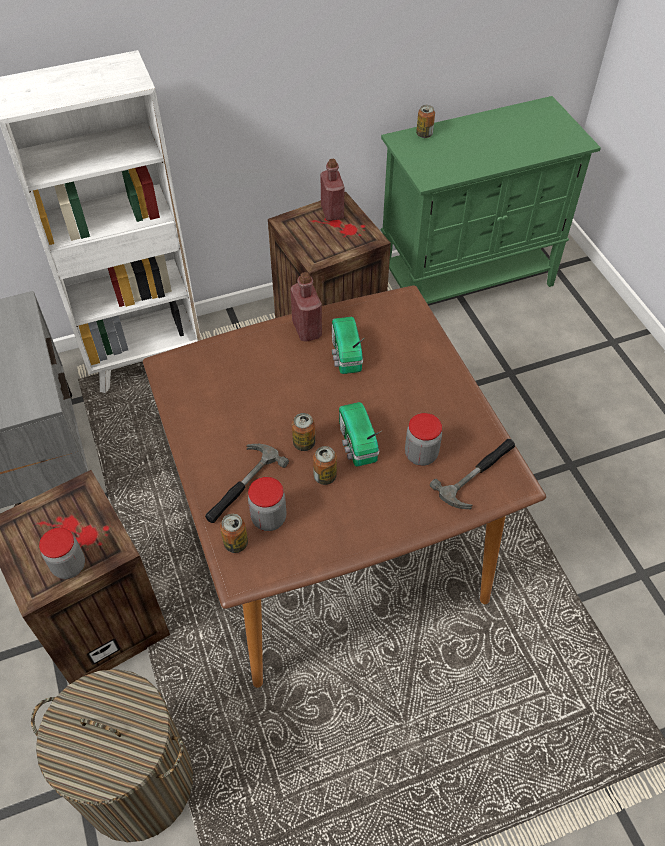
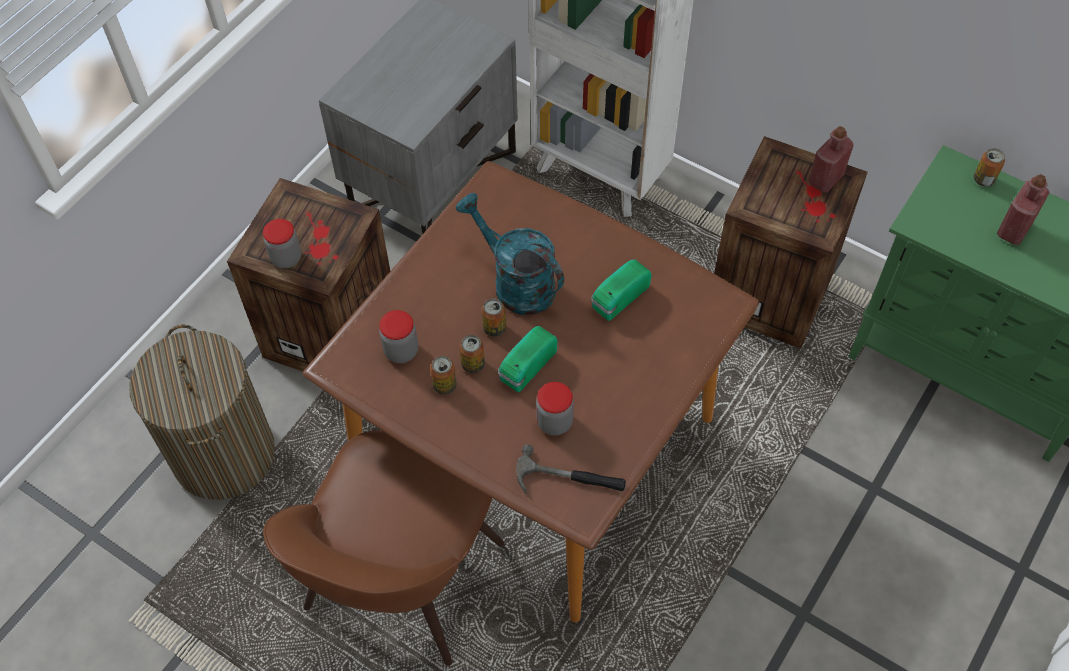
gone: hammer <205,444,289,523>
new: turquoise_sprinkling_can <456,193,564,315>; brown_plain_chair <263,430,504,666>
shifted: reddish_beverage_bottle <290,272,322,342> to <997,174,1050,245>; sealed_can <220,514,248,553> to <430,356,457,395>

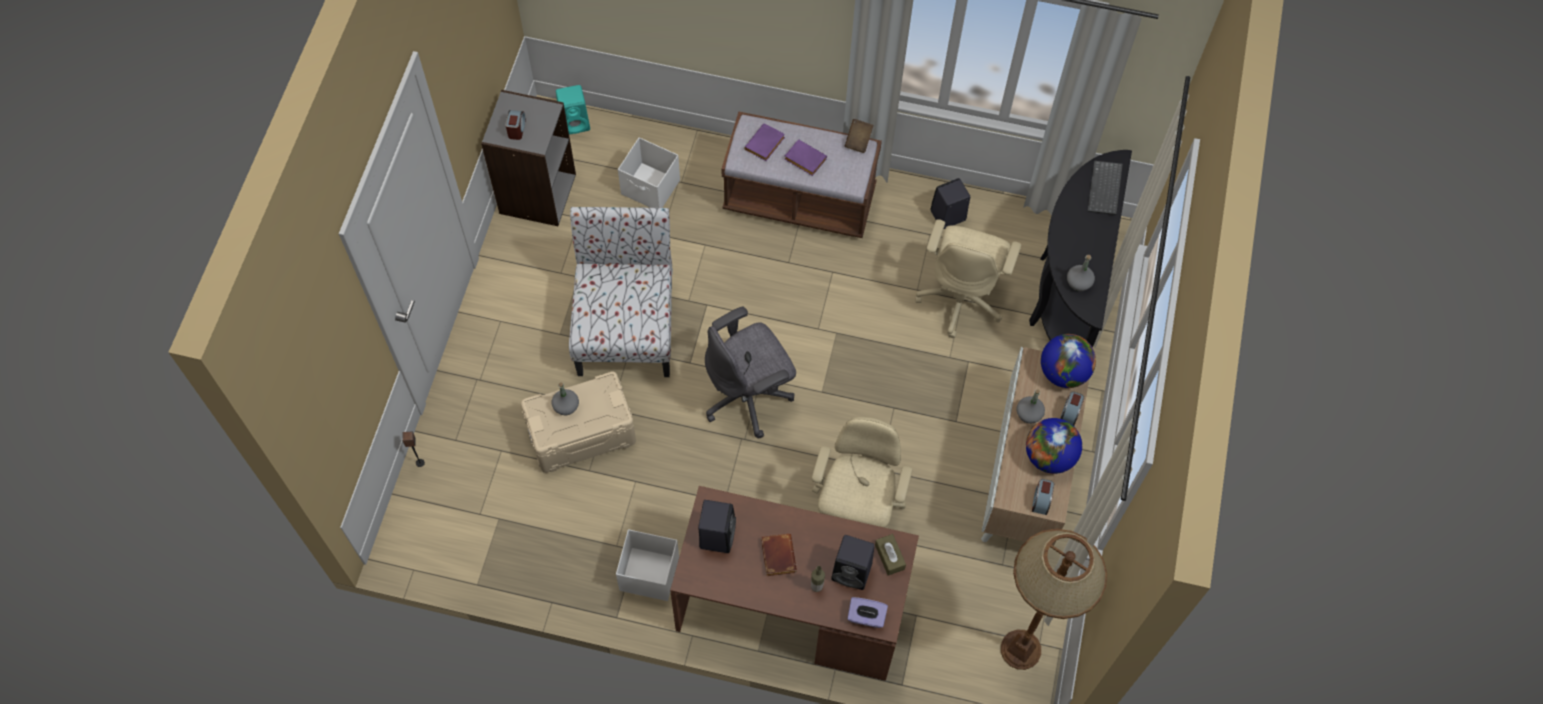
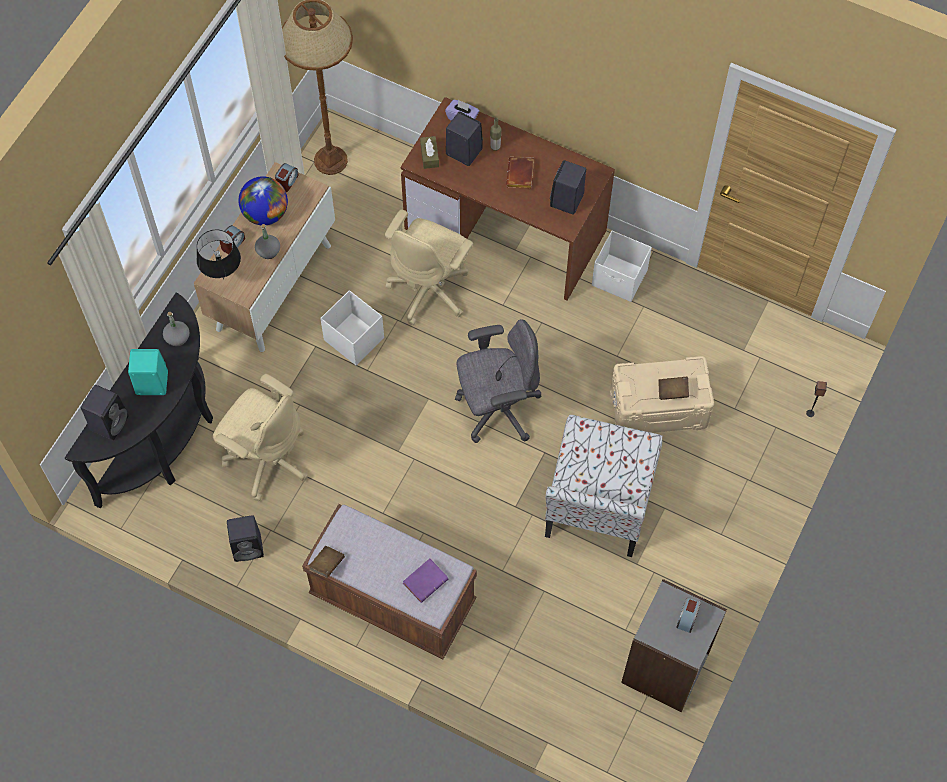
gone: purple_bound_book <784,140,827,176>
shifted: turquoise_audio_speaker <556,85,590,135> to <128,349,168,395>; white_storage_box <618,137,680,208> to <320,290,384,365>
swapped: keyboard <1087,161,1123,215> to black_audio_speaker <81,385,129,440>; globe <1041,334,1096,388> to black_lamp_for_a_table <196,230,241,279>; grey_beverage_bottle <552,382,579,415> to brown_bound_book <658,377,689,400>
rotated: beige_office_chair <915,219,1021,338> = <213,374,308,501> 90 degrees clockwise

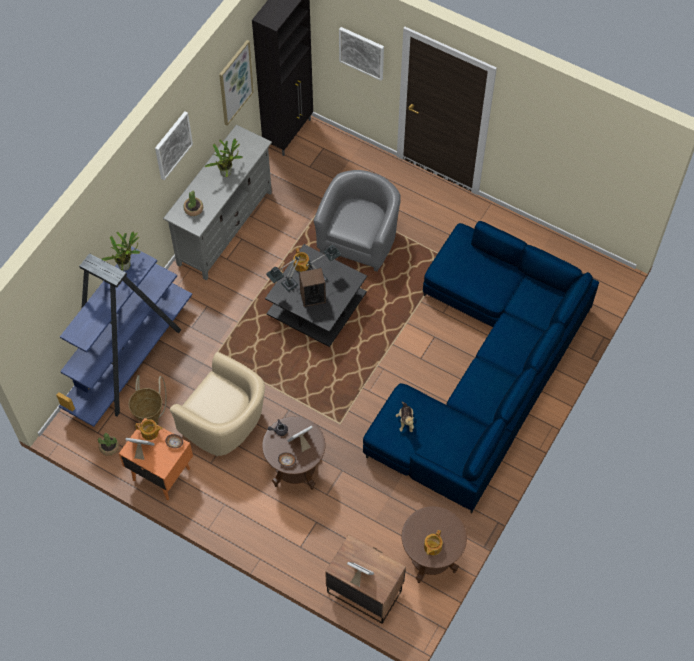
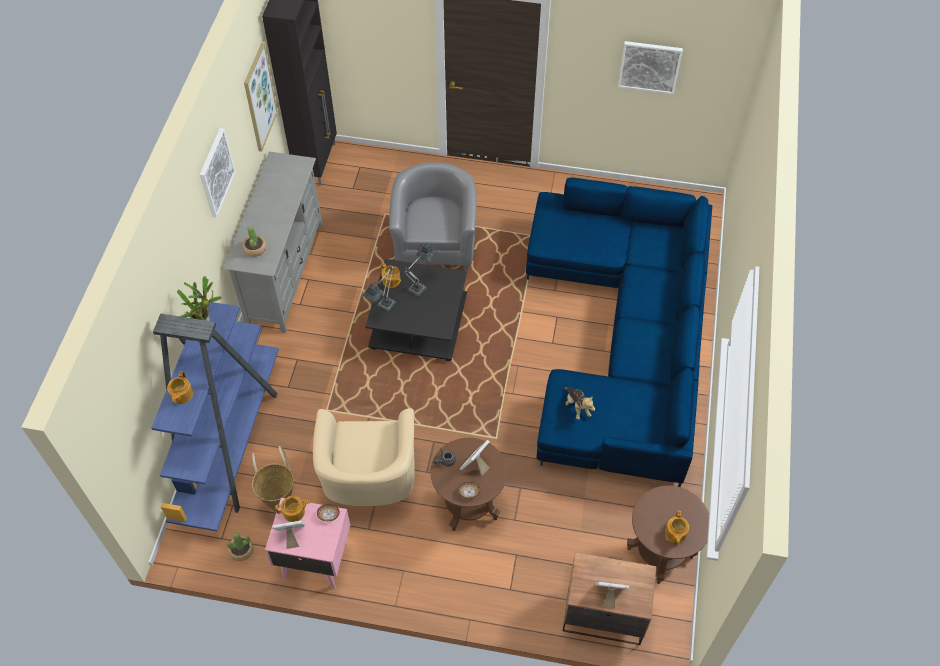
gone: plant_in_a_pot <204,138,243,177>; audio_speaker <299,268,326,307>
new: tea_pot <167,371,193,404>
shifted: picture <339,27,384,81> to <618,41,683,94>
repainted: orangey_nightstand <119,418,193,500> to pinkish_nightstand <265,498,350,589>
rotated: beige_lounge_chair <170,352,265,457> = <313,408,415,506> 75 degrees clockwise

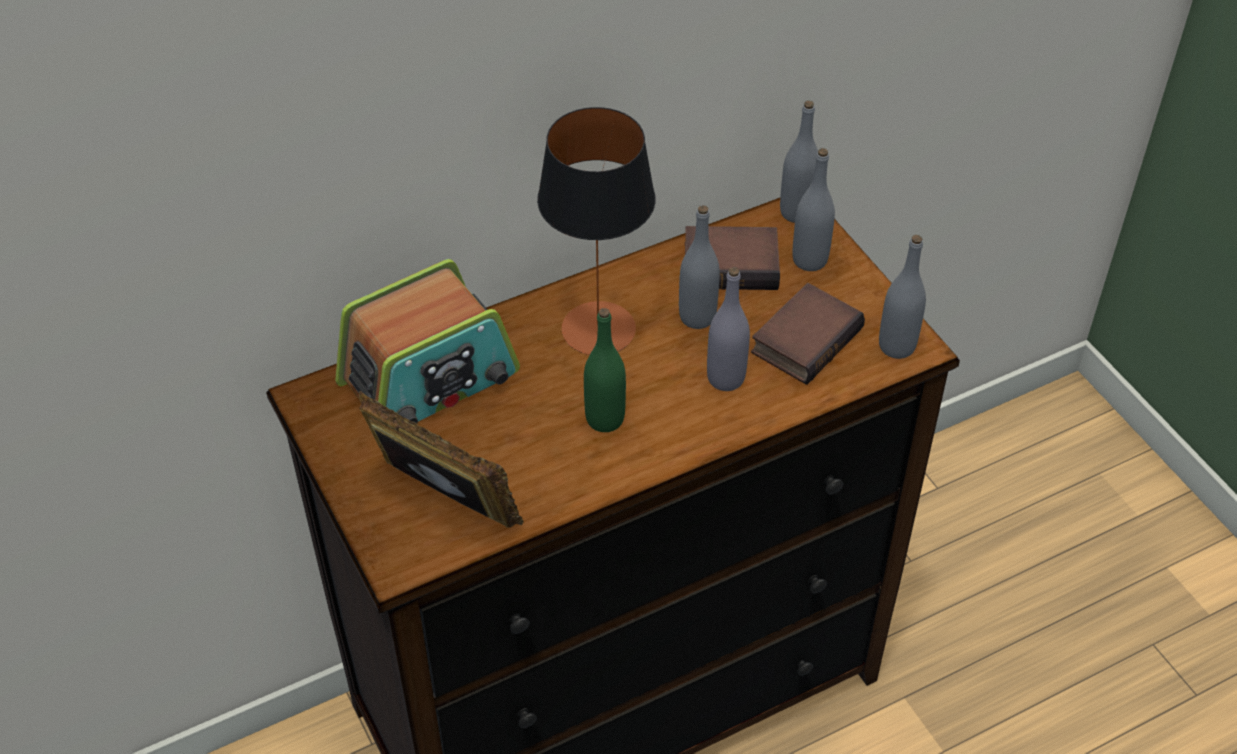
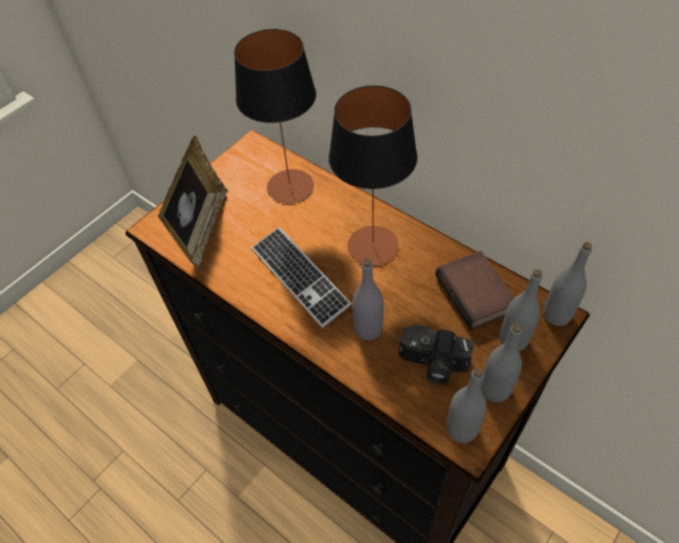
shifted: grey_beverage_bottle <679,205,720,329> to <481,323,523,402>
swapped: radio_receiver <335,259,520,423> to lamp_for_a_table <234,29,316,204>; bound_book <751,283,865,385> to photo_camera <399,325,474,384>; green-coloured_beverage_bottle <584,308,626,432> to keyboard <252,227,352,328>

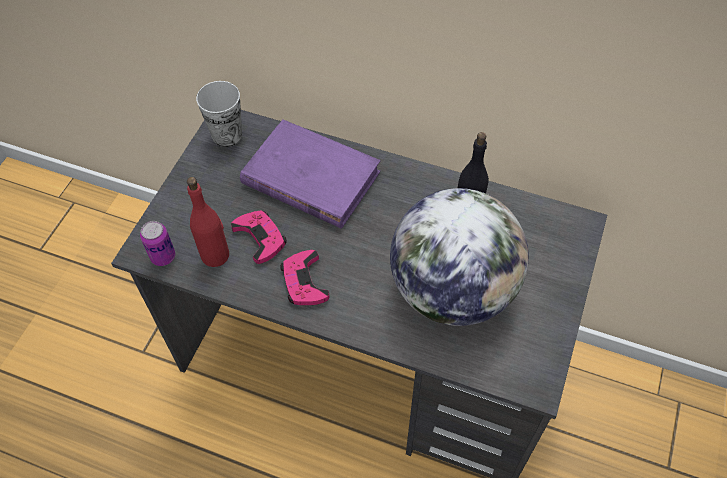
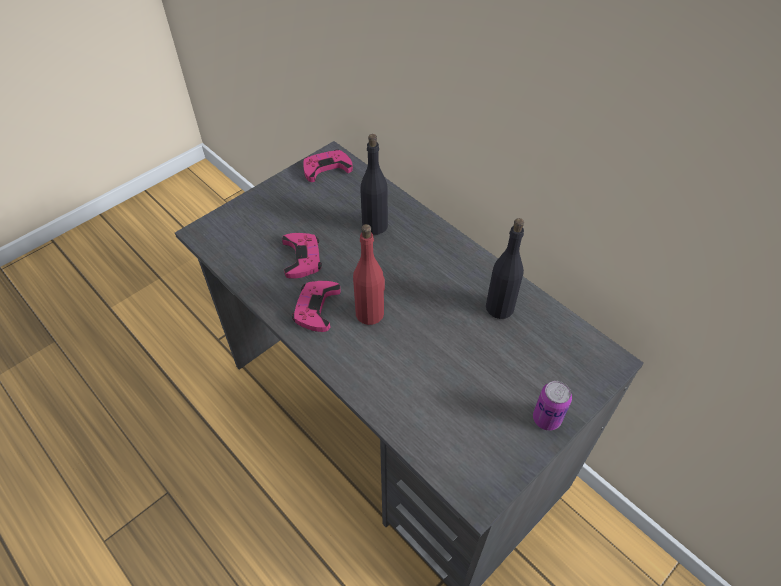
gone: globe <390,188,529,326>
shifted: reddish_beverage_bottle <187,177,229,267> to <353,224,385,325>; sealed_can <140,221,176,266> to <533,381,572,431>
swapped: drinking_cup <196,81,242,147> to pinkish_joypad <303,149,353,182>; purple_bound_book <240,119,381,229> to black_beverage_bottle <361,134,388,235>

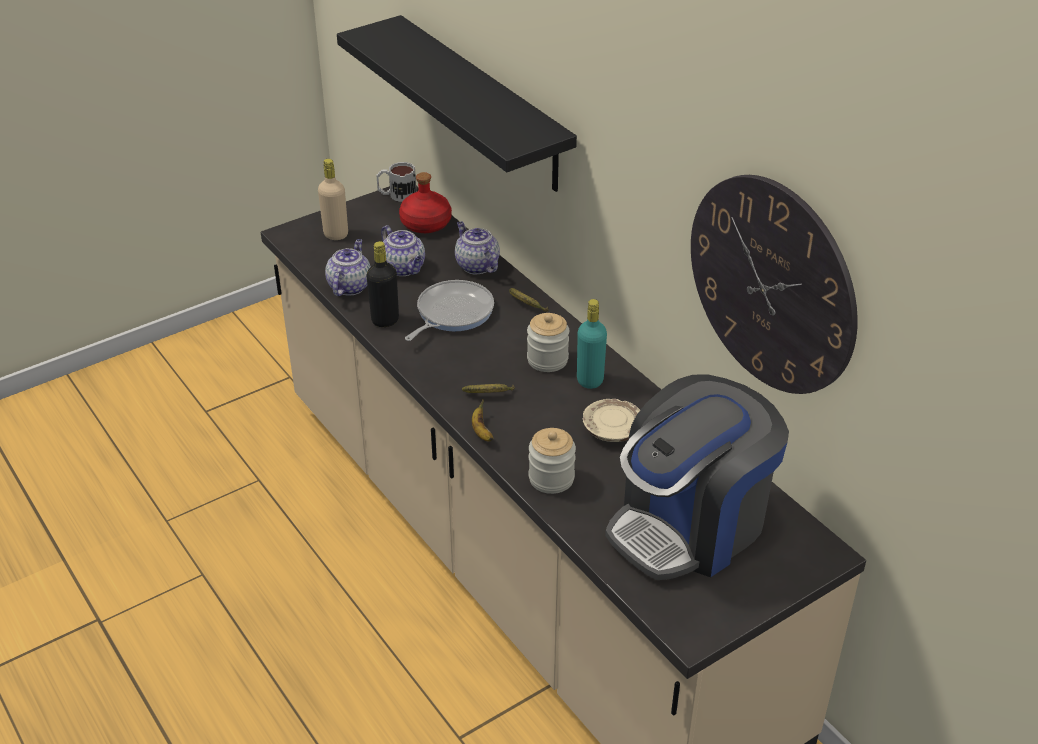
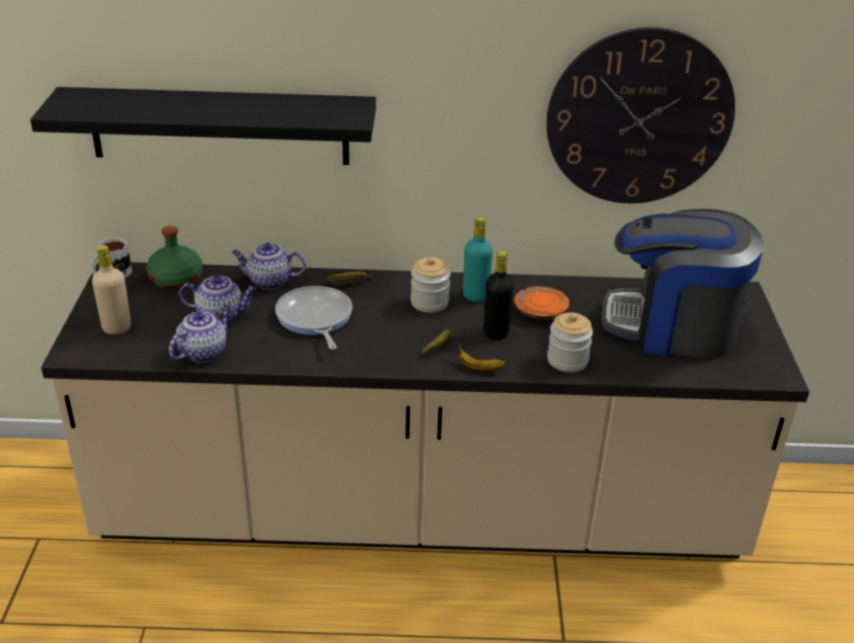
shifted: black_beverage_bottle <367,241,399,327> to <483,251,514,340>
repainted: reddish_beverage_bottle <399,172,452,233> to green-coloured_beverage_bottle <146,226,203,289>; beige_dinner_plate <583,399,640,442> to orangey_dinner_plate <514,286,569,319>
rotated: tea_pot <325,239,371,296> = <169,305,230,363> 75 degrees clockwise; coffee_machine <605,374,789,580> = <601,209,764,358> 105 degrees clockwise

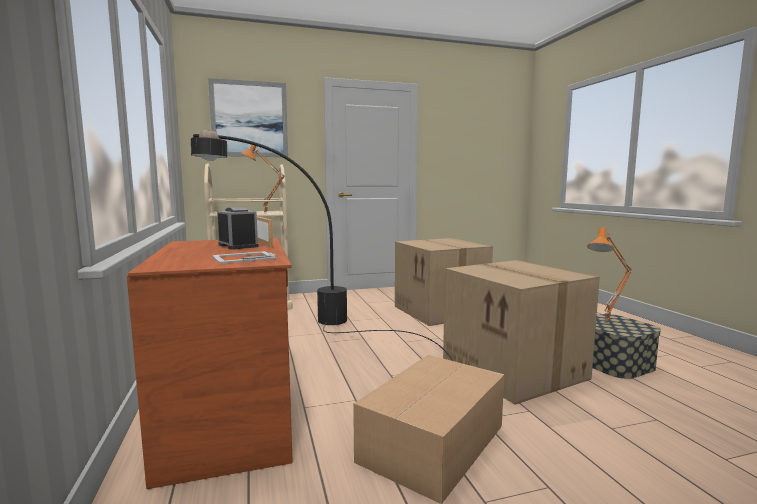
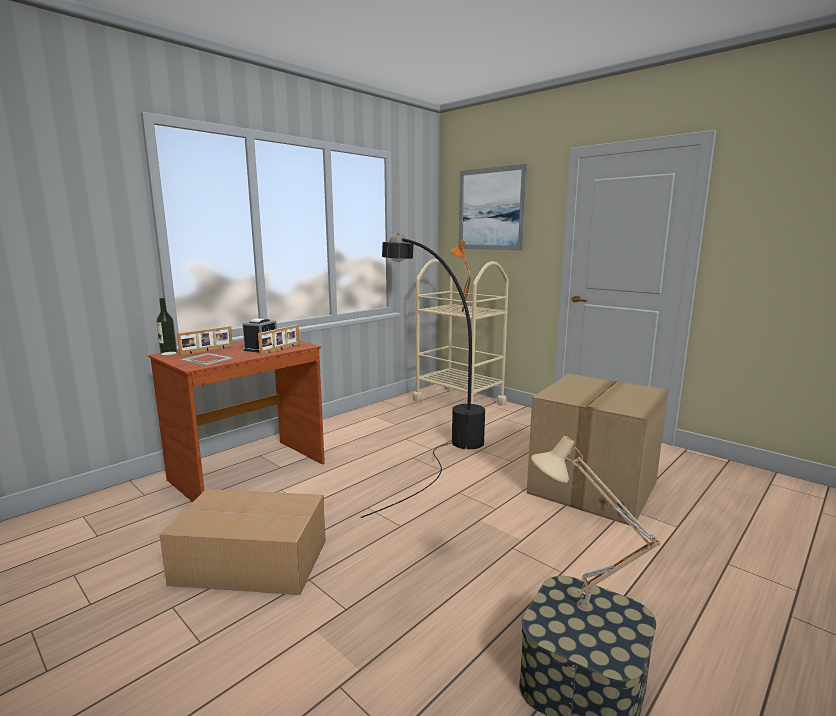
gone: packing_box <443,260,600,405>
new: beverage_bottle <156,298,177,355>; standing_frame <177,326,233,355>
repainted: orangey_lamp_for_a_table <587,227,632,323> to beige_lamp_for_a_table <531,436,660,609>

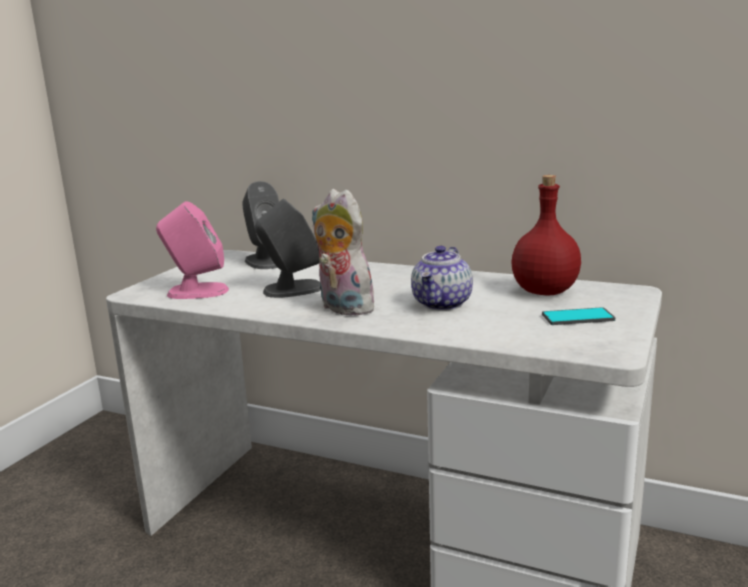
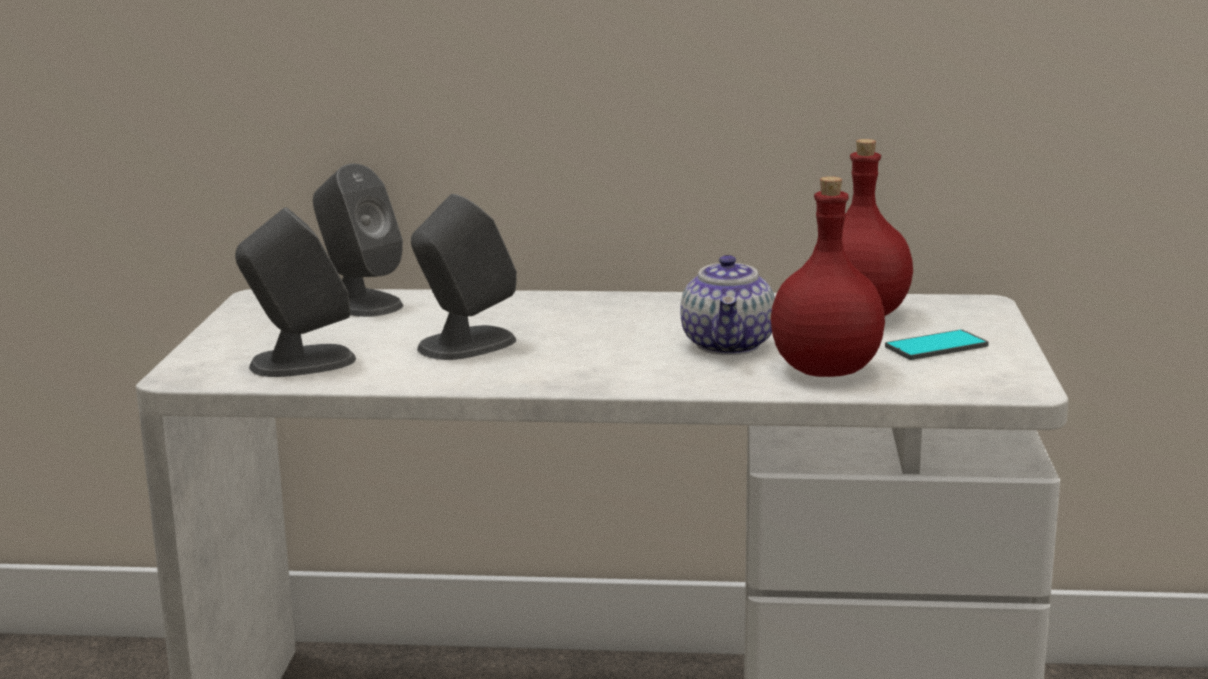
gone: cuddly_toy <312,189,374,316>
new: reddish_beverage_bottle <771,176,885,377>
repainted: pinkish_audio_speaker <156,201,229,299> to grey_audio_speaker <235,207,356,377>

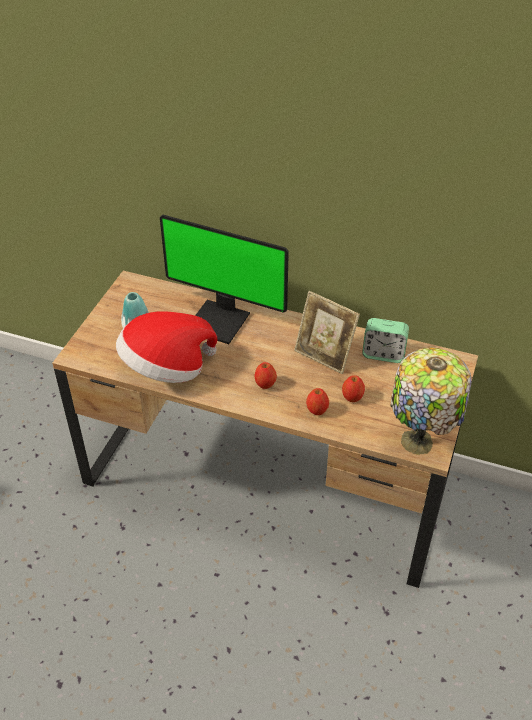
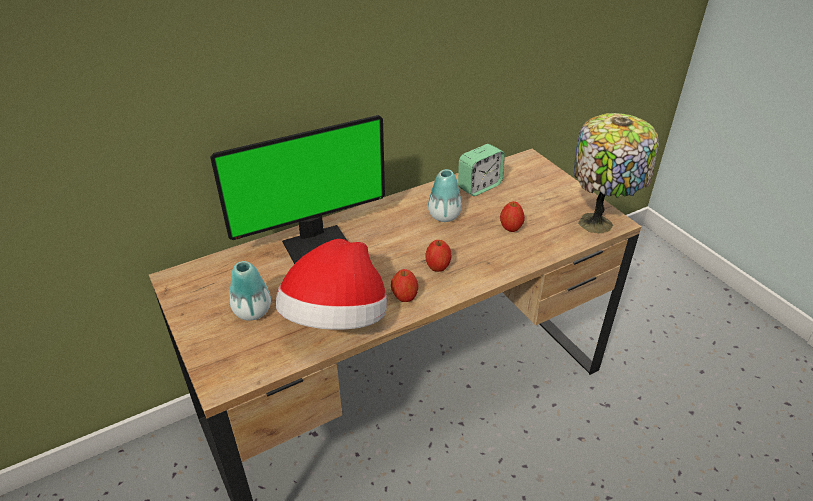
shifted: whole_apple <306,388,329,415> to <391,269,418,302>
swapped: standing_frame <294,291,360,374> to decorative_vase <428,169,462,222>

